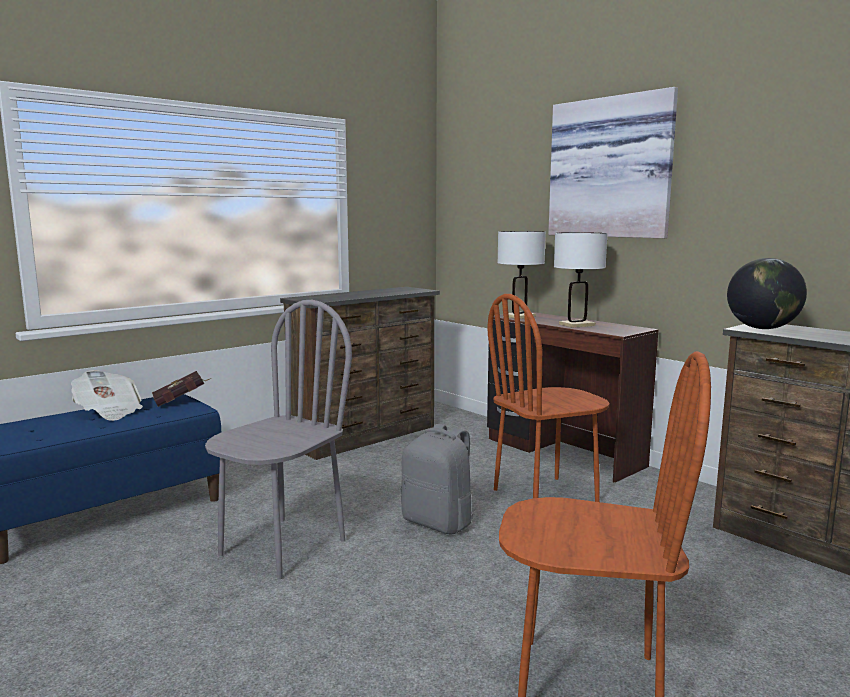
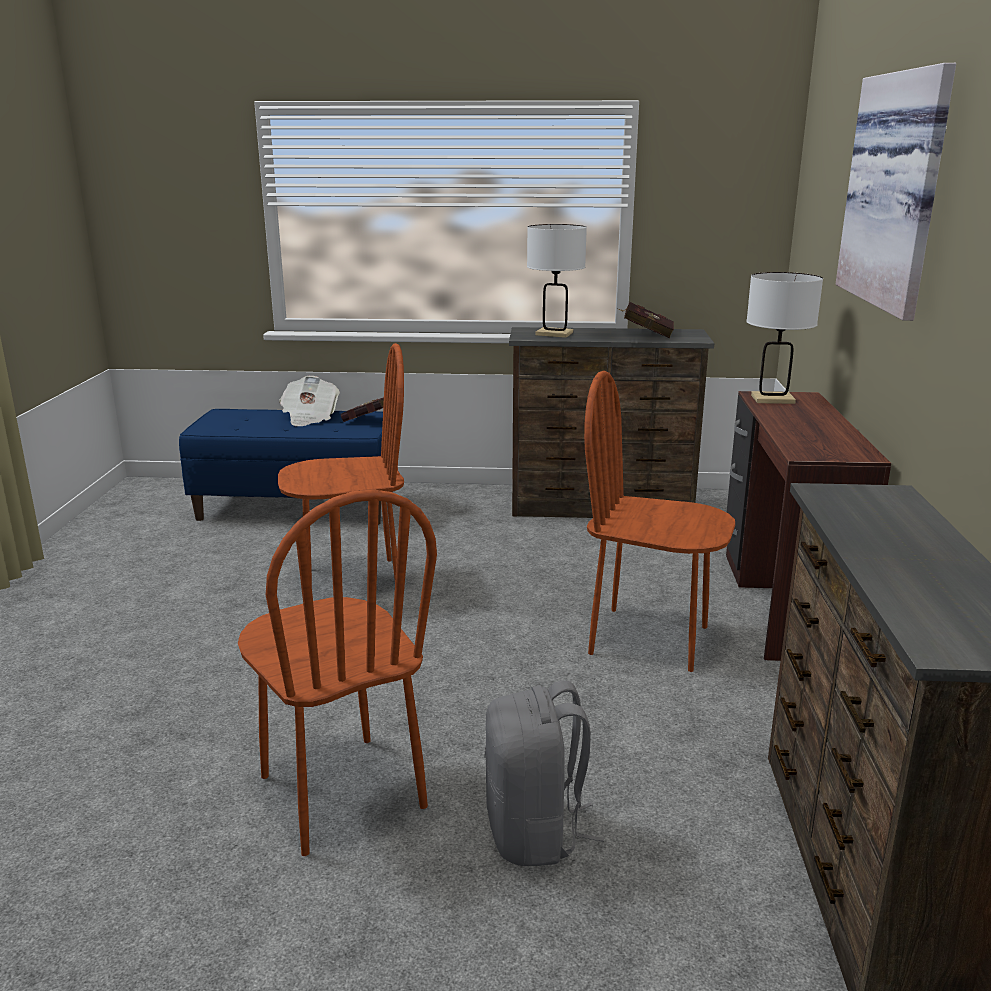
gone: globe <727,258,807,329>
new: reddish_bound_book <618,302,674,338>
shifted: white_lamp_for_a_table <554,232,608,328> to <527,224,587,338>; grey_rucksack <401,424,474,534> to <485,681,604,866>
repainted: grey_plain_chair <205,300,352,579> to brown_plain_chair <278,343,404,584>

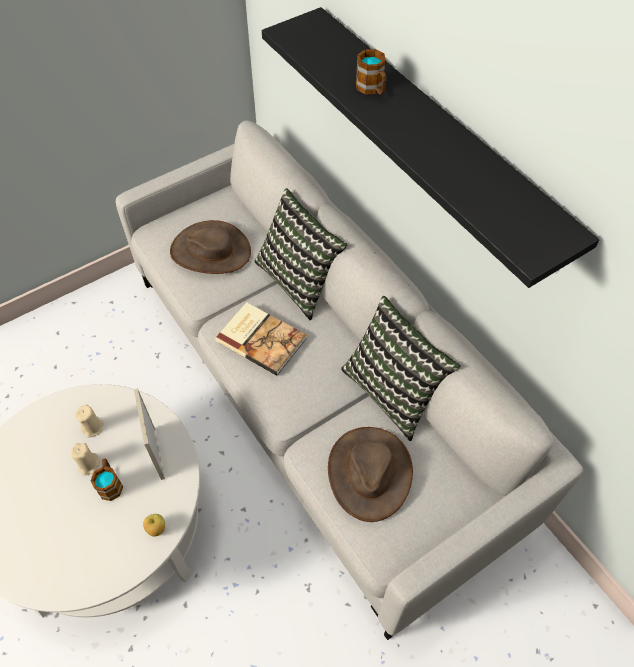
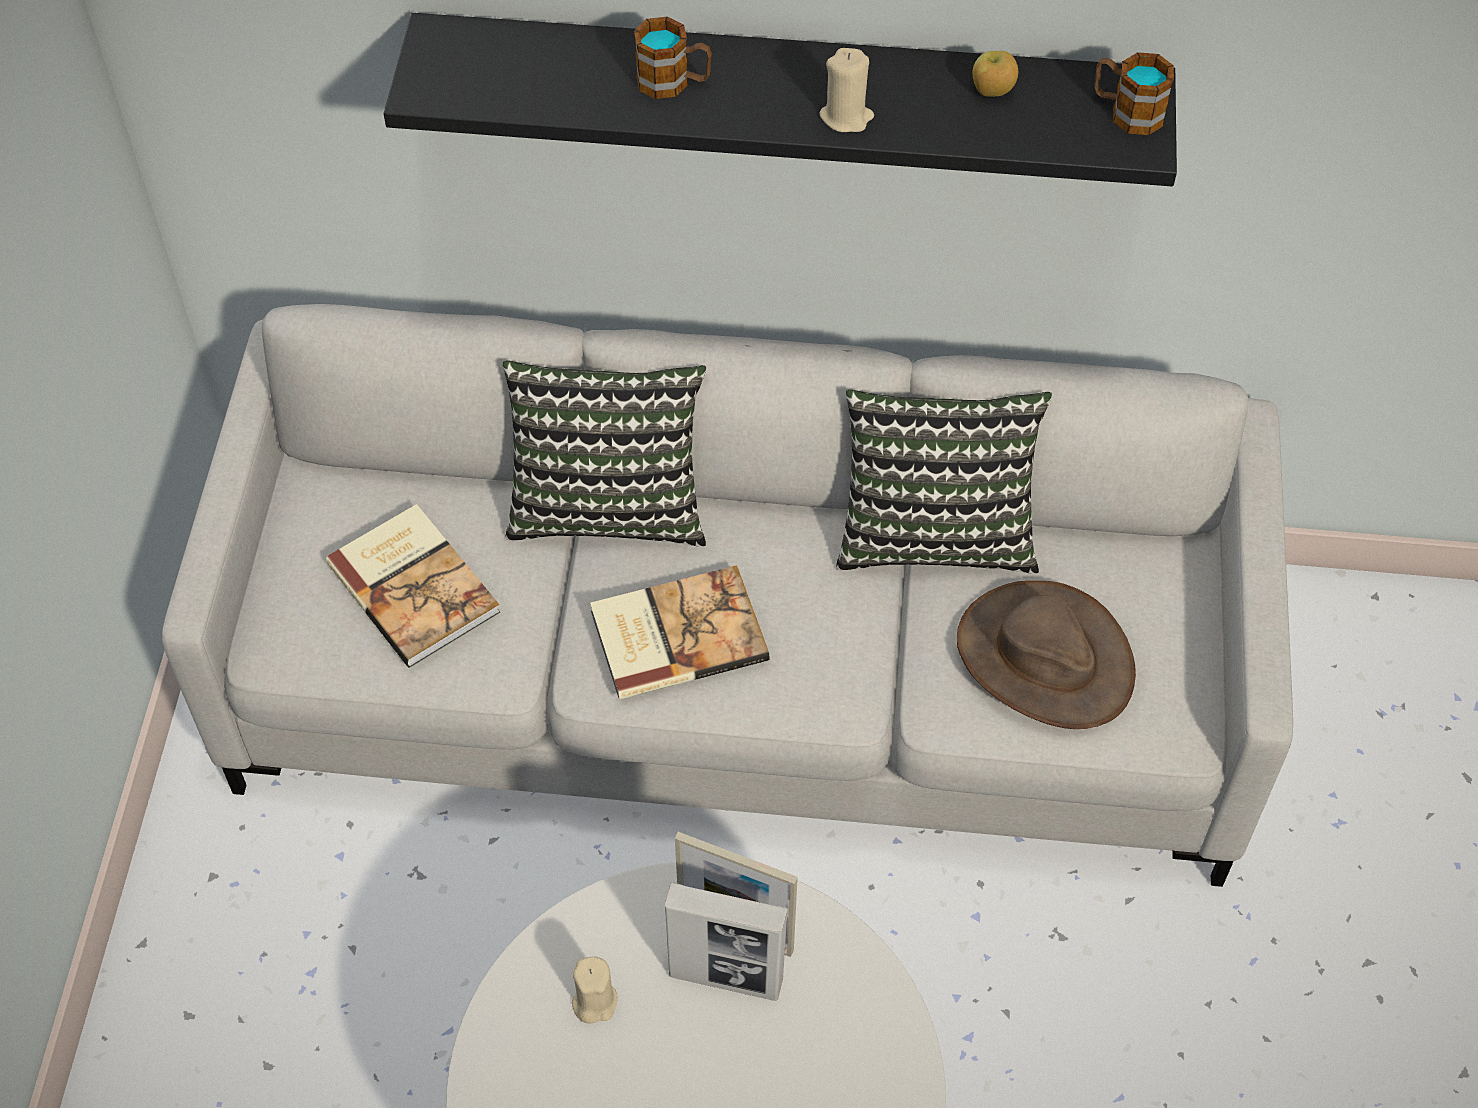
new: standing_frame <665,882,788,1001>
shifted: beige_wax_candle <70,443,100,476> to <819,48,874,132>; coffee_mug <91,458,123,501> to <1094,52,1174,135>; whole_apple <143,514,165,537> to <973,51,1018,97>
swapped: brown_clothing_hat <170,220,251,274> to bound_book <326,504,501,668>

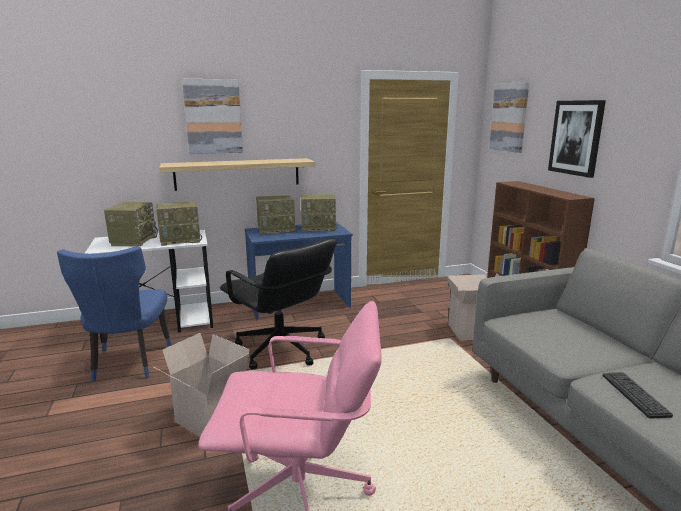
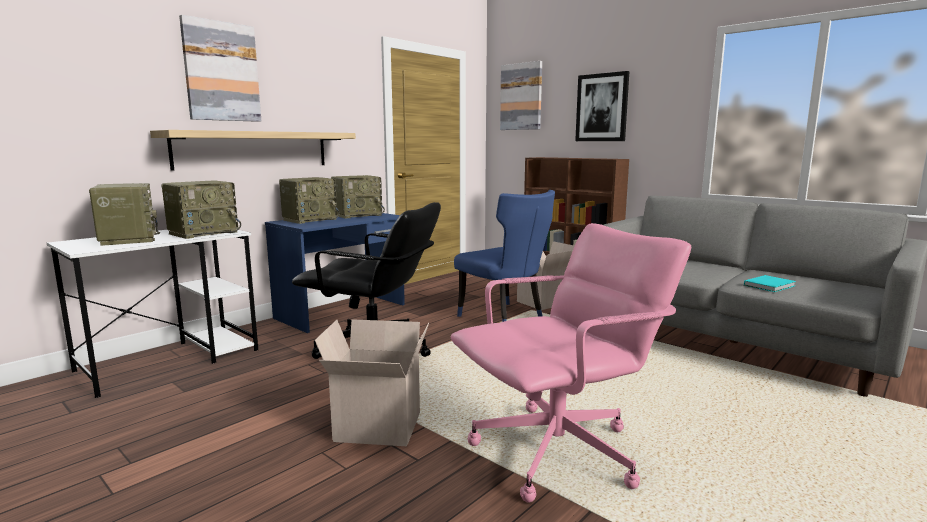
shifted: blue-coloured_plain_chair <57,246,172,382> to <454,190,555,322>
swapped: keyboard <603,372,673,419> to turquoise_bound_book <744,275,796,292>

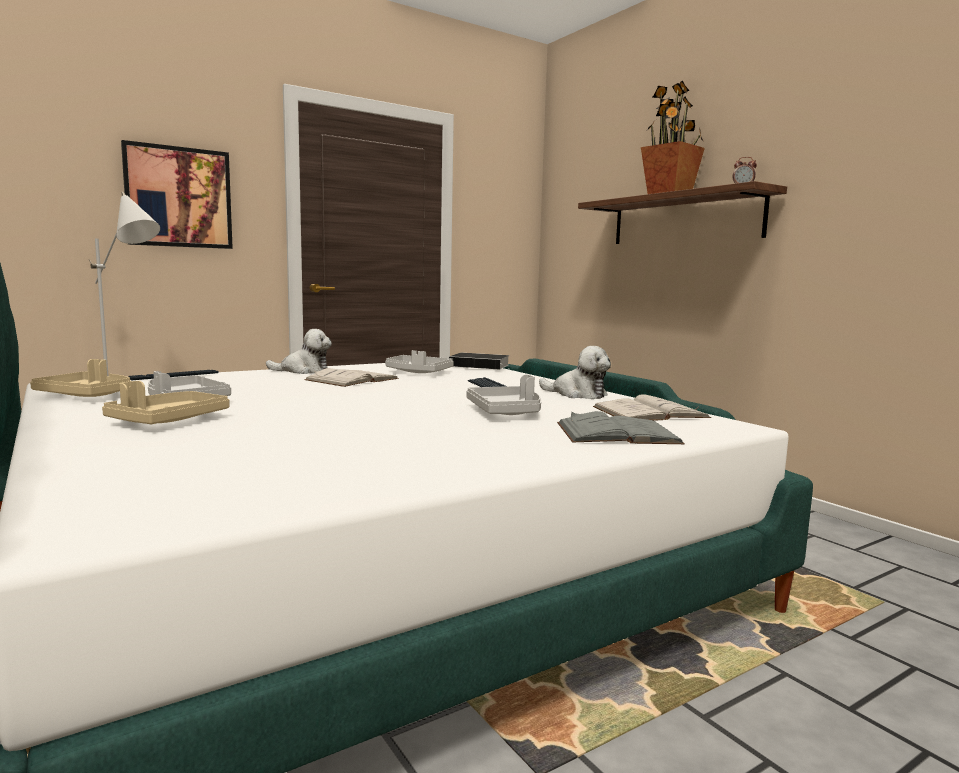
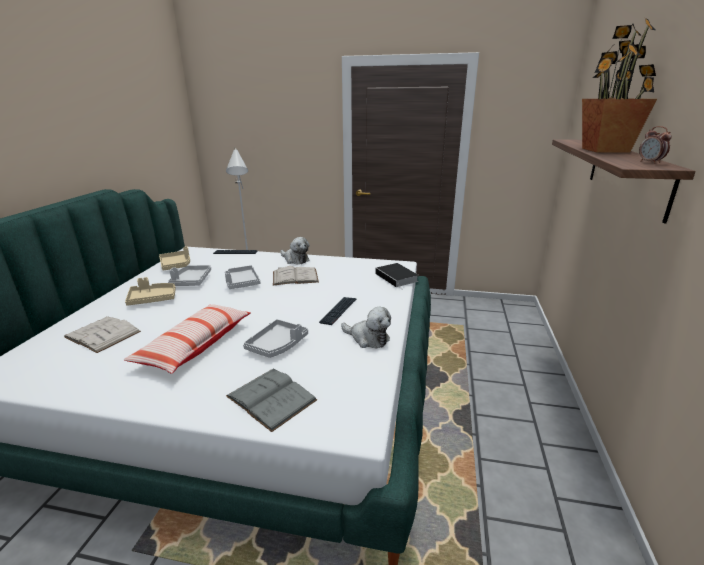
gone: picture <121,140,233,249>
new: cushion <124,304,251,374>
shifted: grey_tray <385,350,454,373> to <225,265,260,289>; white_bound_book <593,394,712,421> to <64,317,141,353>
rotated: cuddly_toy <539,346,611,399> = <341,307,391,348> 45 degrees counterclockwise

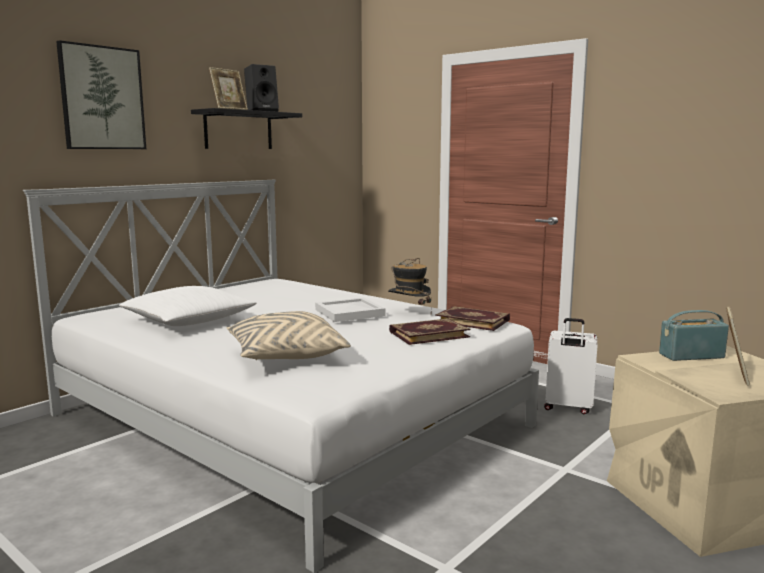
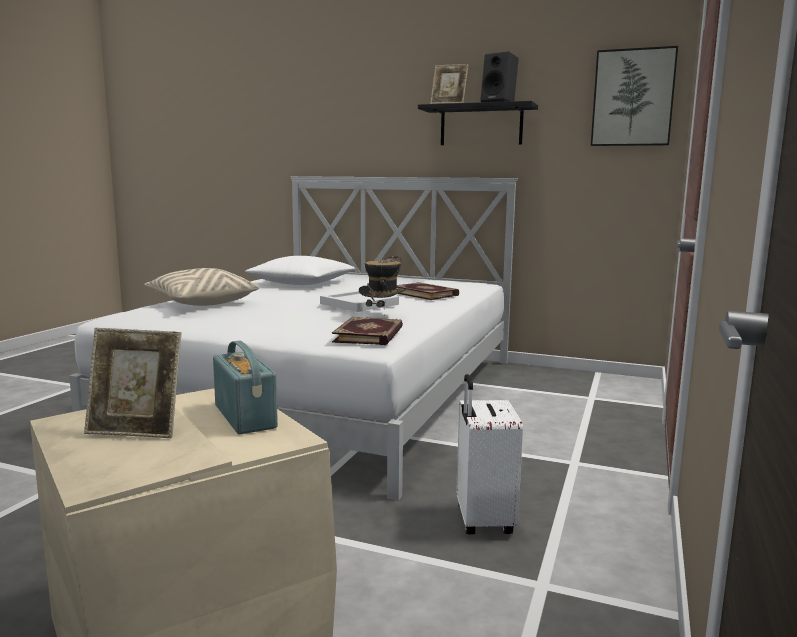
shifted: picture <56,40,146,149> to <591,46,678,146>; bound_book <389,318,470,345> to <397,282,459,300>

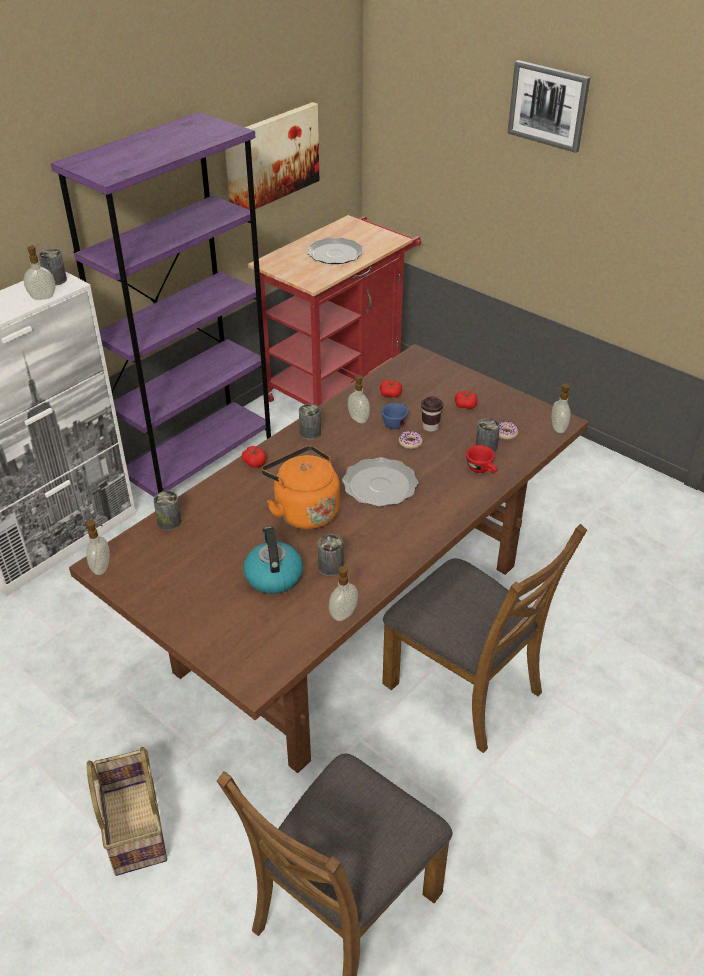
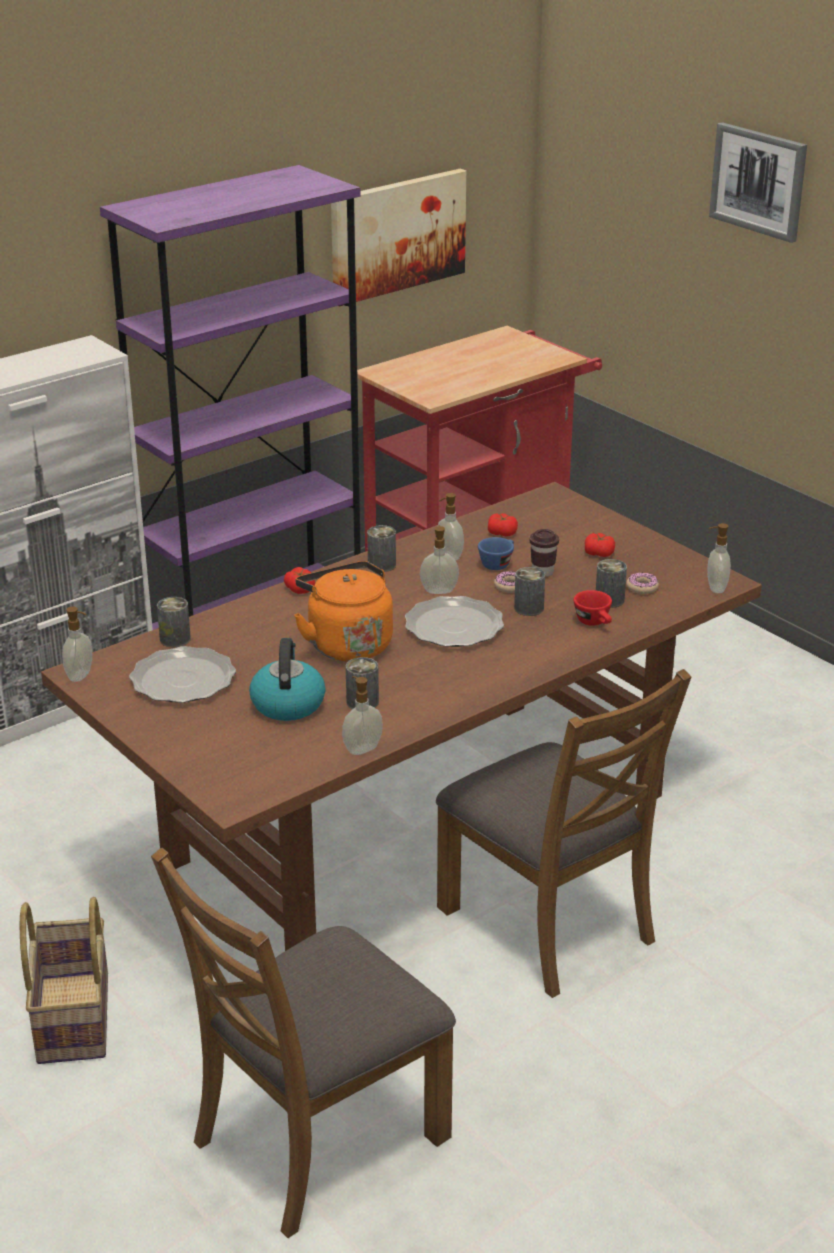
shifted: dinner_plate <307,238,363,264> to <129,646,236,703>; liquid_soap_bottle <23,245,56,300> to <420,525,459,594>; sealed_can <39,249,67,285> to <514,567,545,616>

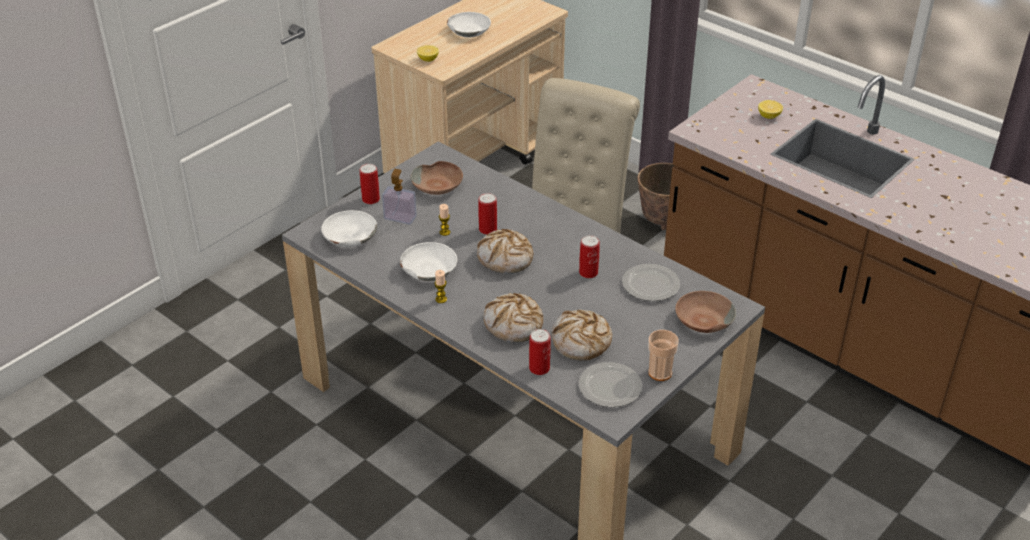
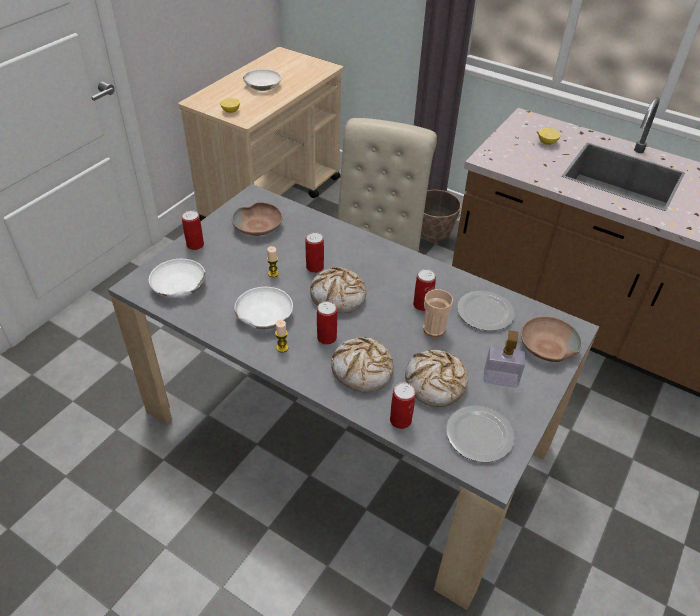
new: sealed_can <317,301,337,345>
shifted: liquid_soap_bottle <382,169,417,224> to <483,330,525,388>; drinking_cup <648,330,679,381> to <423,289,453,337>

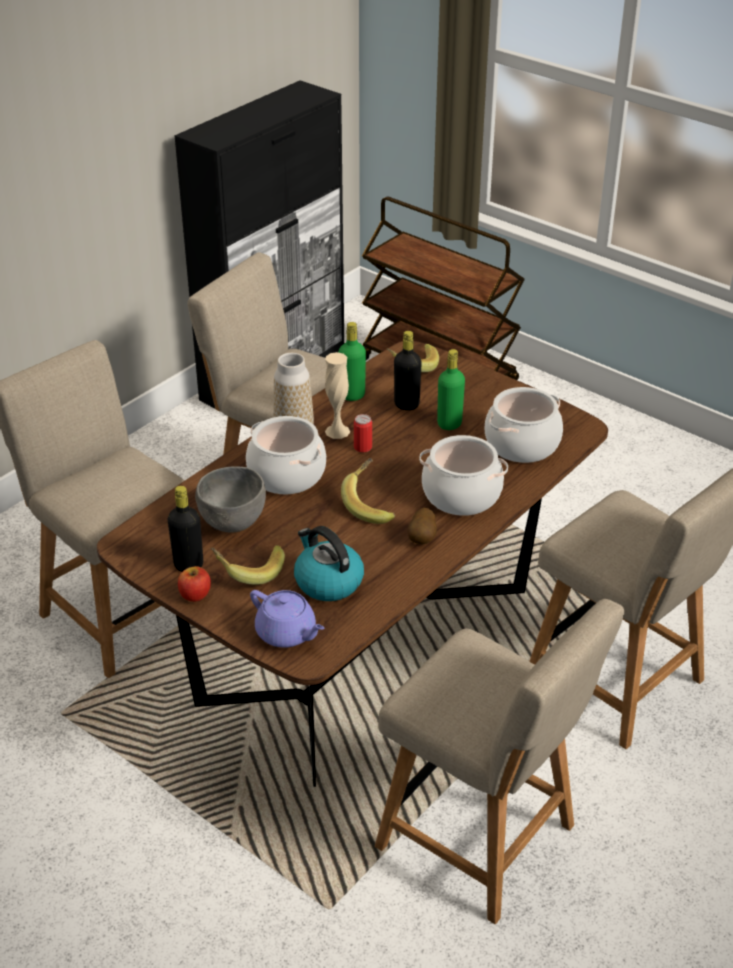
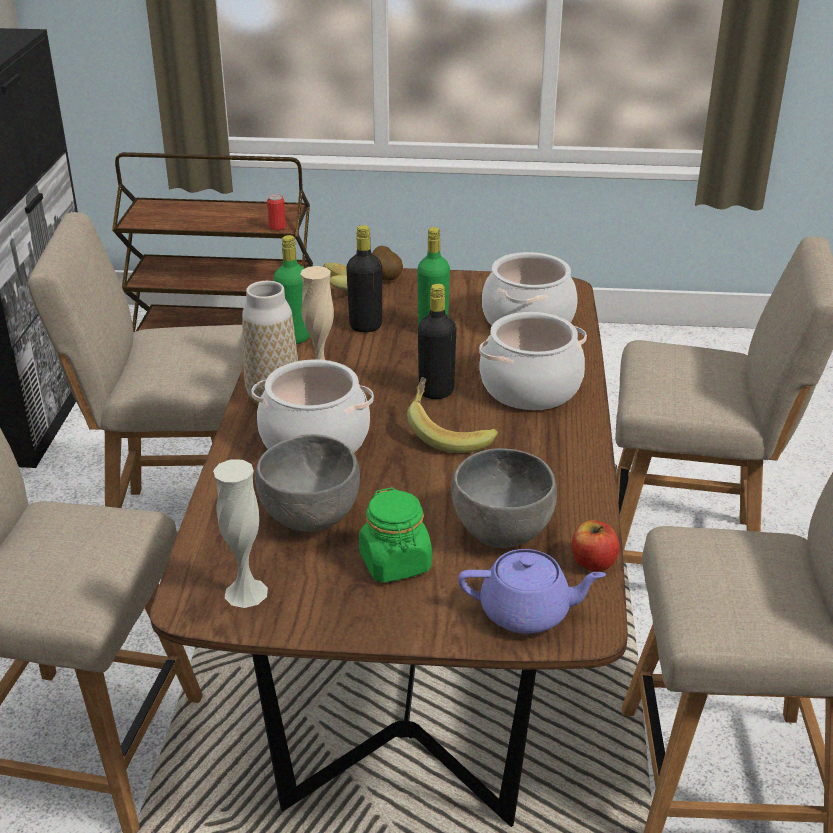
new: white_decorative_vase <213,460,268,608>
shifted: sealed_can <354,414,372,453> to <267,194,286,230>; black_beverage_bottle <168,486,203,572> to <418,284,456,399>; spud <408,508,437,544> to <372,246,403,281>; whole_apple <178,566,211,602> to <572,520,619,571>
swapped: kettle <294,526,364,601> to grey_deep_dish <451,448,557,548>; banana_fruit <211,545,285,585> to green-coloured_storage_jar <359,487,432,583>

